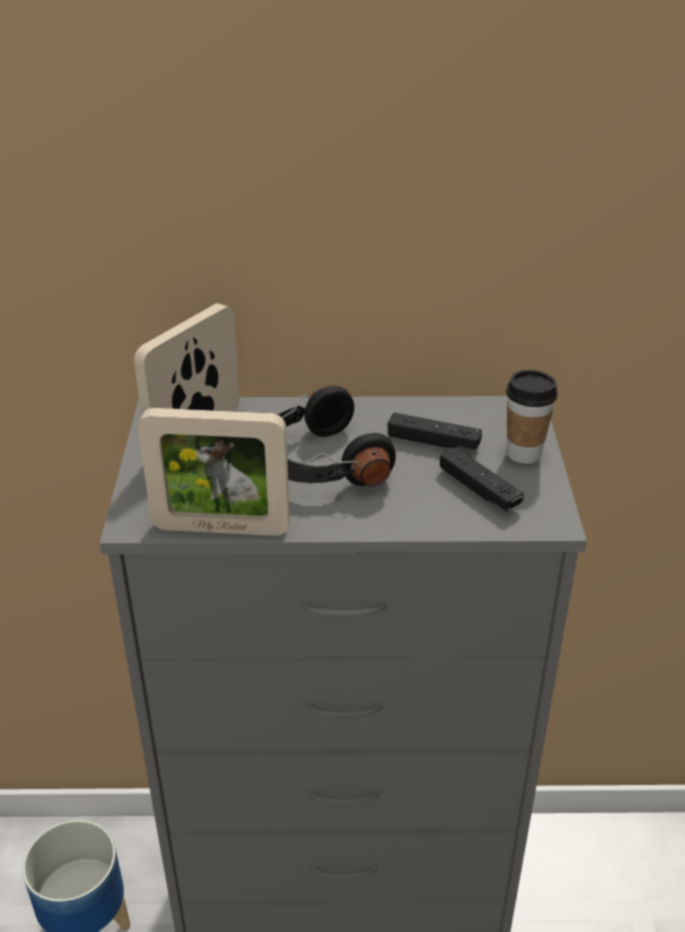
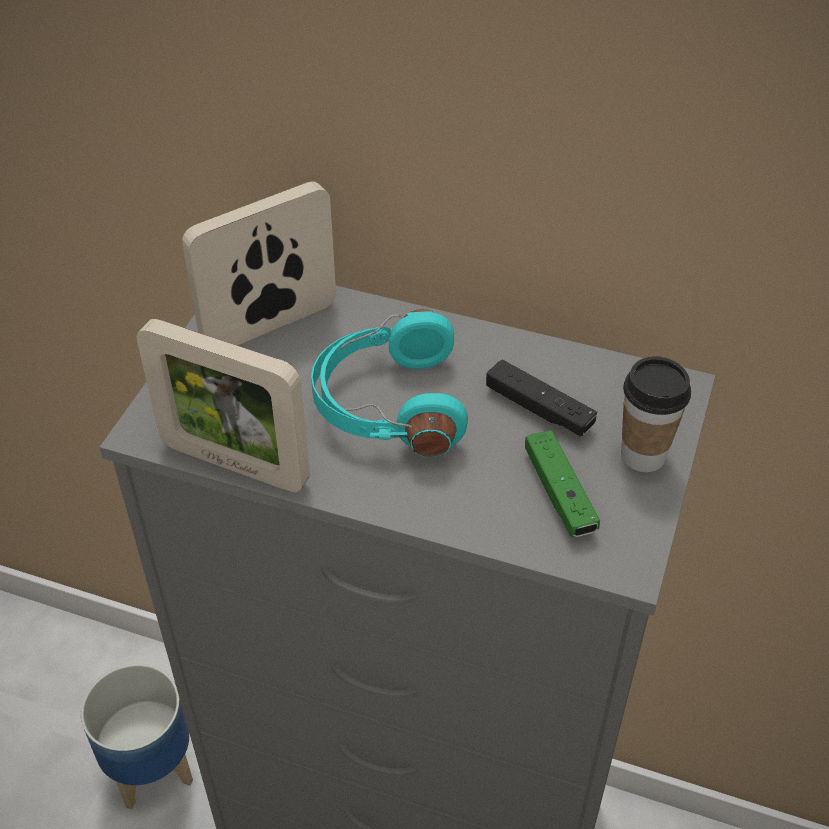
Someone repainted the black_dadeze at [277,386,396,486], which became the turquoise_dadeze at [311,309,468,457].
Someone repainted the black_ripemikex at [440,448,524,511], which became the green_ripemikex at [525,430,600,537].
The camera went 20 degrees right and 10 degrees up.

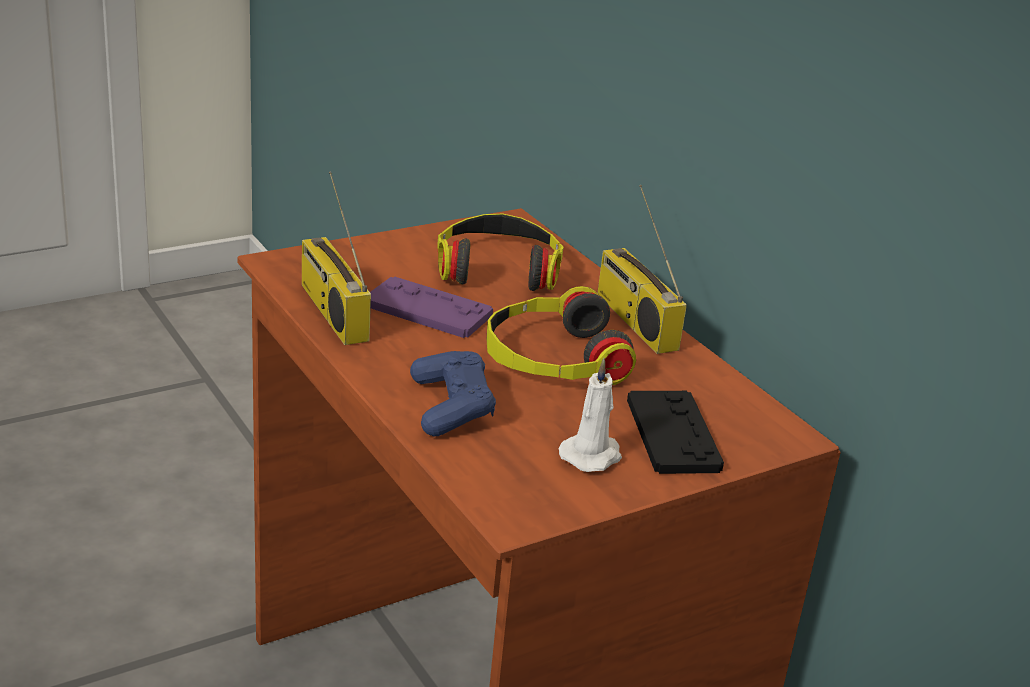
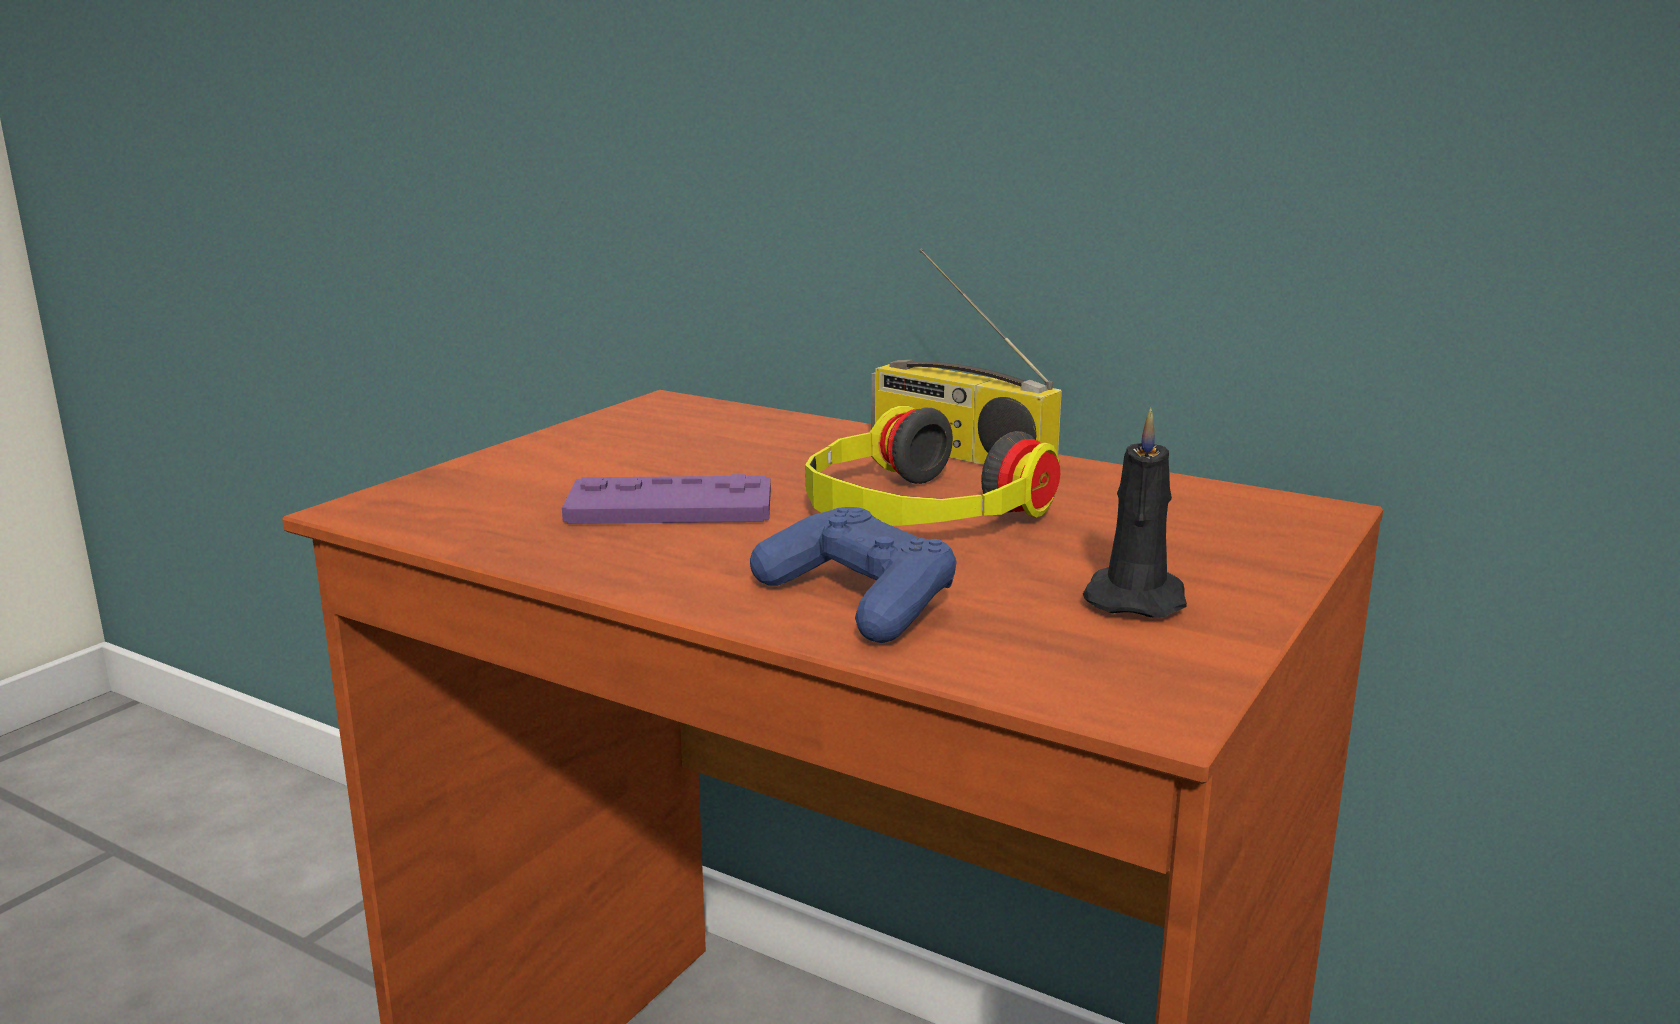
Someone took away the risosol at [302,172,371,345].
Someone took away the dadeze at [437,214,563,291].
Someone repainted the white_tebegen at [558,358,622,472], which became the black_tebegen at [1083,408,1187,618].
Someone took away the black_ripemikex at [627,391,724,474].
The camera went 25 degrees left and 10 degrees down.

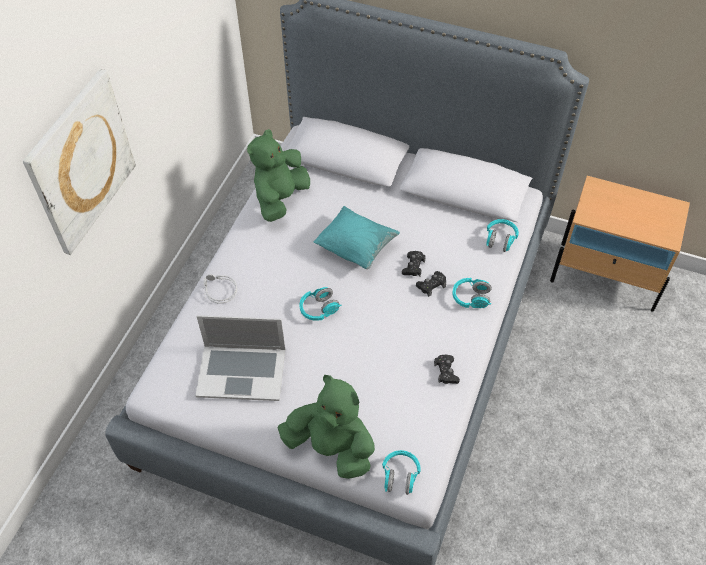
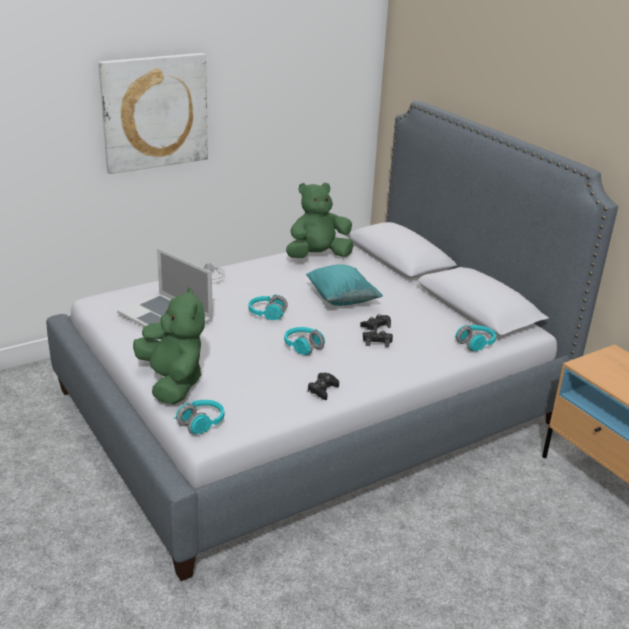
Someone carried the turquoise_dadeze from [452,278,492,308] to [284,327,325,355].
The camera went 35 degrees right and 25 degrees down.

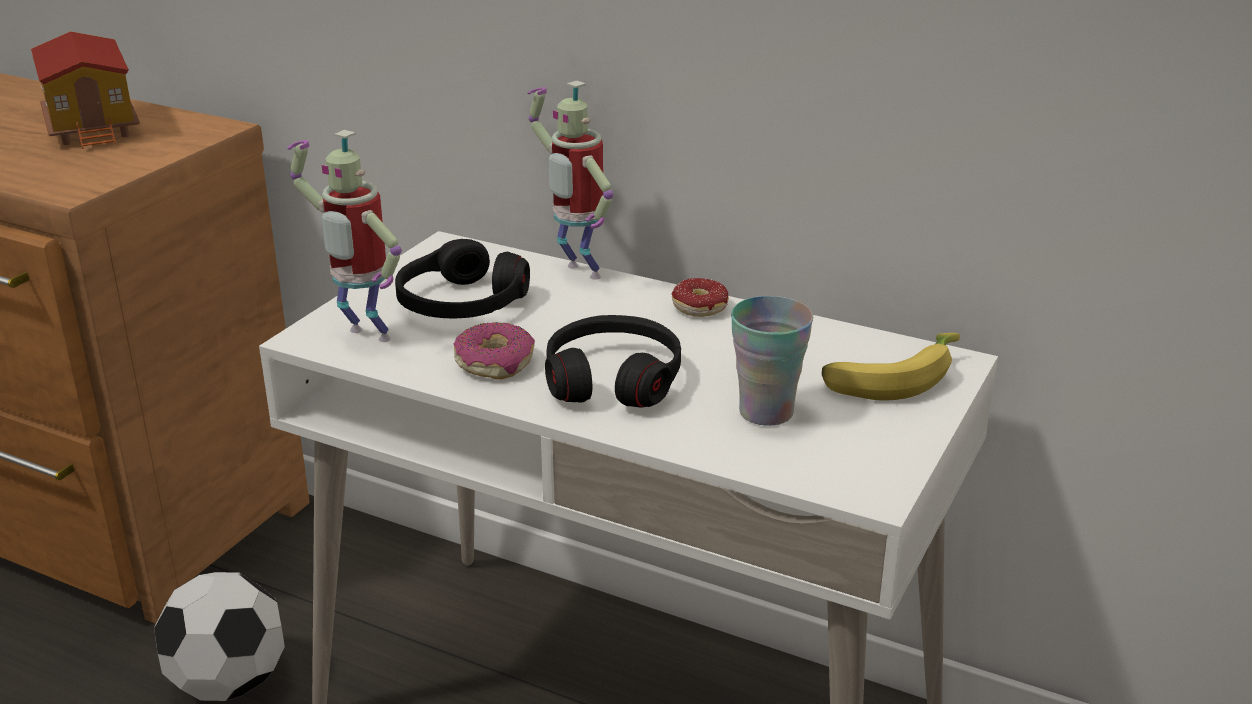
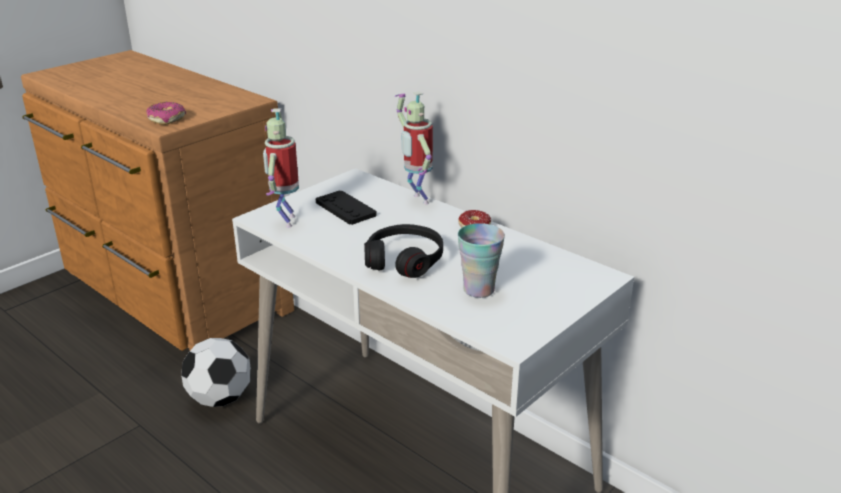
Someone took away the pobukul at [31,31,140,149].
Someone rotated the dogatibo at [287,130,402,342] by 45 degrees clockwise.
Someone swapped the black_dadeze at [395,239,530,319] for the black_ripemikex at [316,190,377,225].
Someone carried the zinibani from [454,322,535,379] to [146,102,186,125].
Someone took away the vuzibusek at [822,333,960,401].
The camera went 15 degrees right and 0 degrees up.

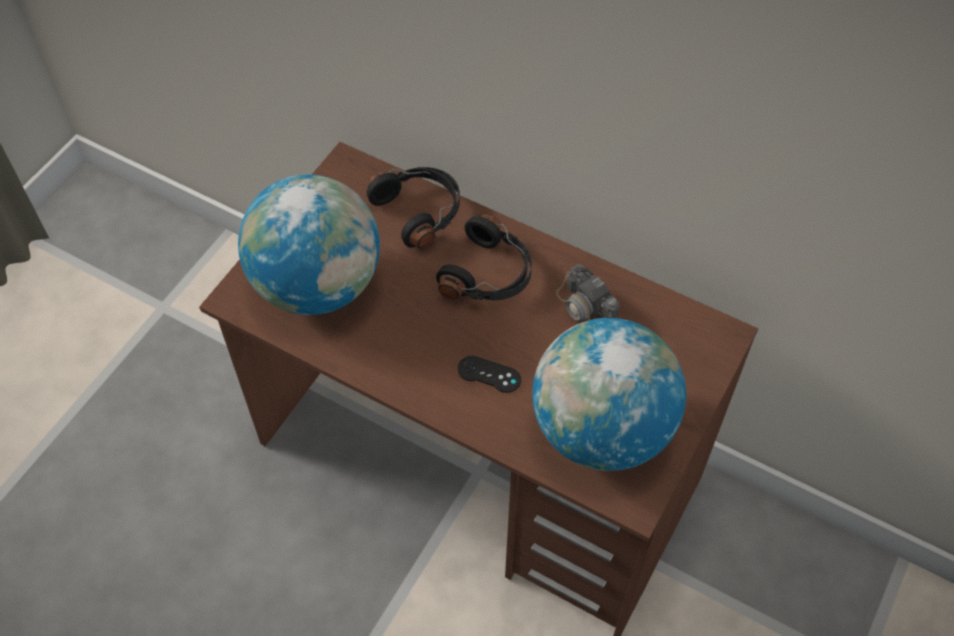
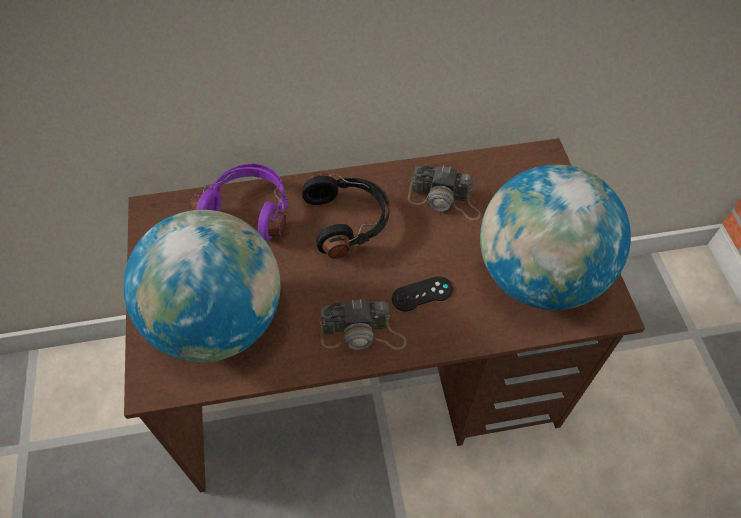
Someone repainted the black_dadeze at [367,167,460,249], which became the purple_dadeze at [190,164,288,241].
Someone put down the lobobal at [320,299,406,350].
The camera went 40 degrees left and 0 degrees up.

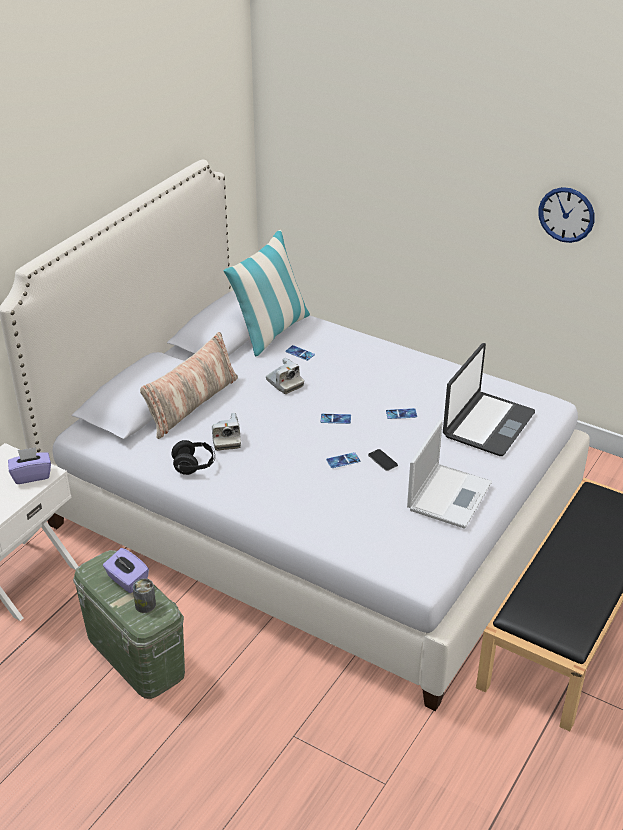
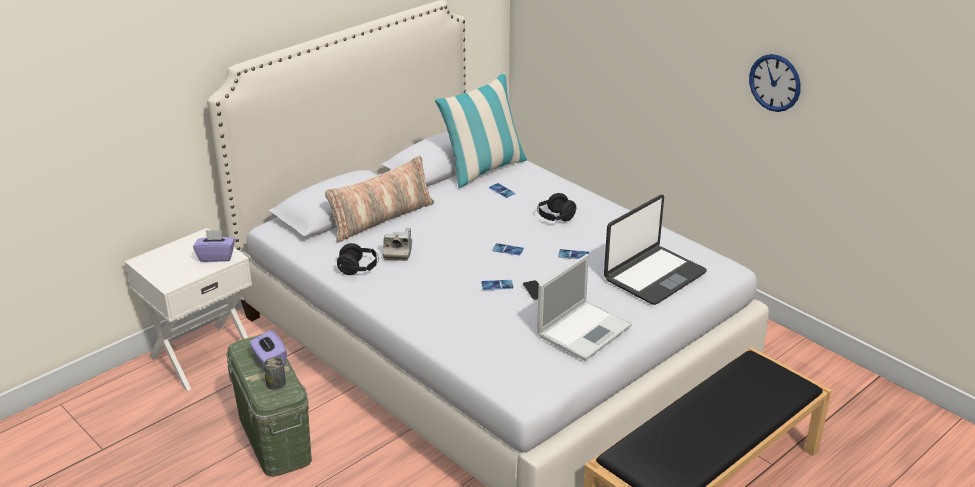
Someone took away the lobobal at [266,357,304,394].
Someone put down the black_dadeze at [537,193,576,221].
The camera went 15 degrees right and 5 degrees down.

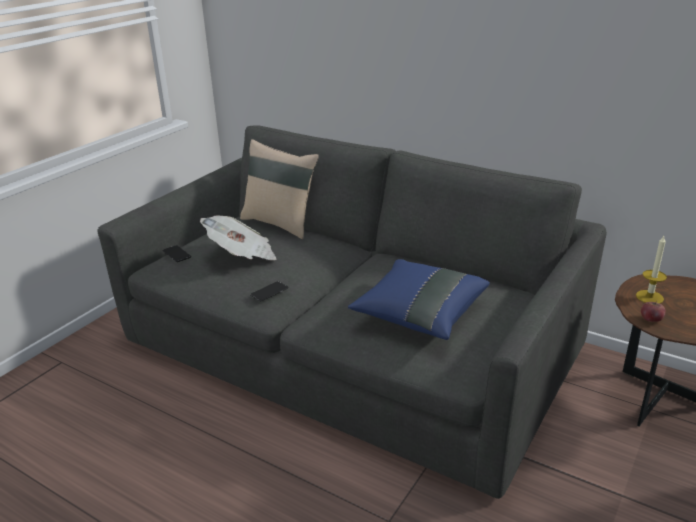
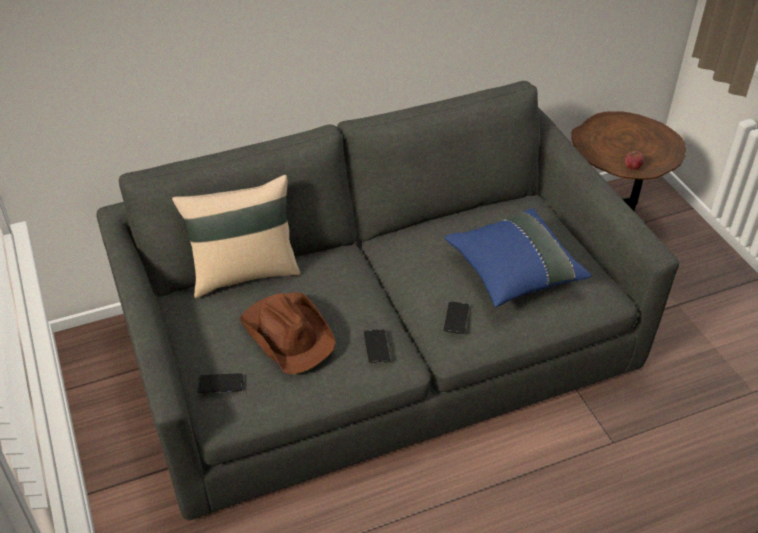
Someone swapped the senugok at [200,216,277,260] for the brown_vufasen at [239,292,336,374].
Someone took away the tebegen at [636,236,667,304].
Someone put down the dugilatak at [444,301,469,334].
The camera went 55 degrees left and 15 degrees up.

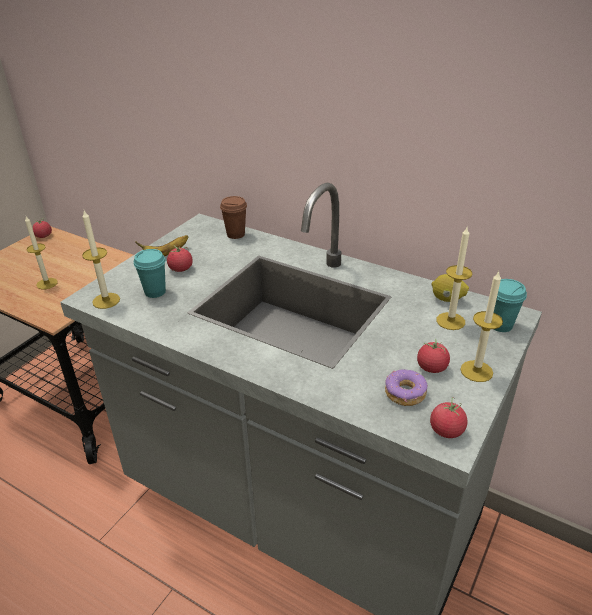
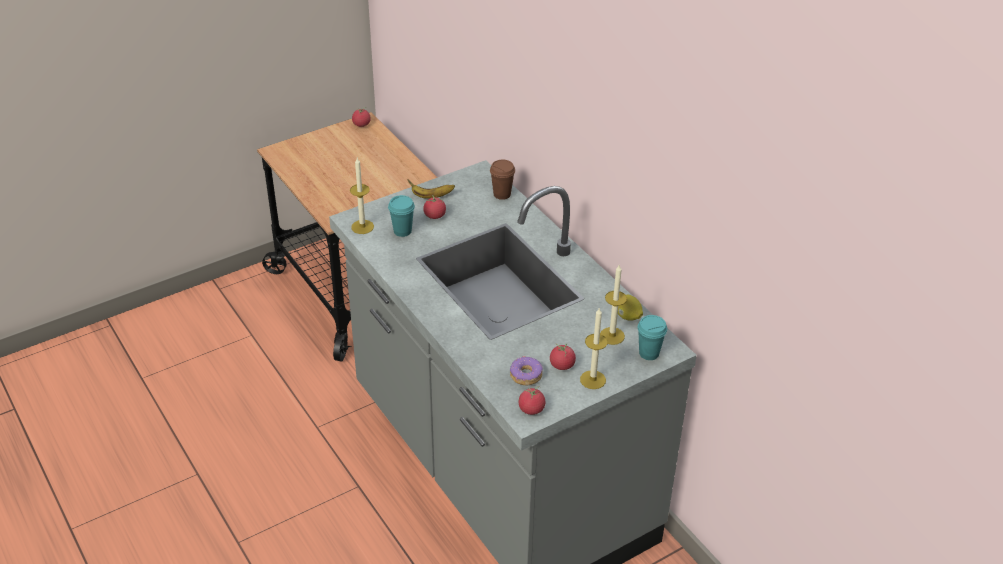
Someone took away the tebegen at [25,216,58,289].
The camera went 25 degrees right and 5 degrees up.

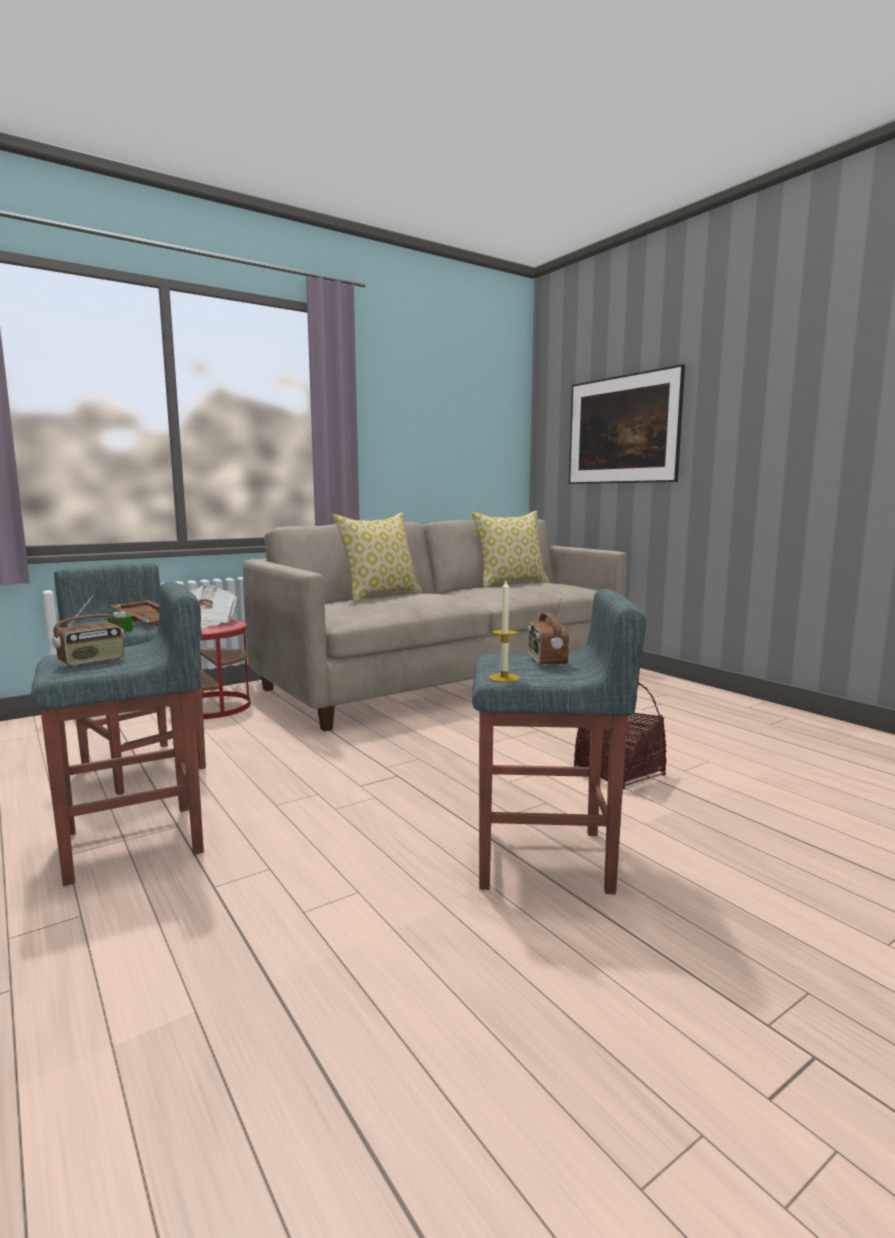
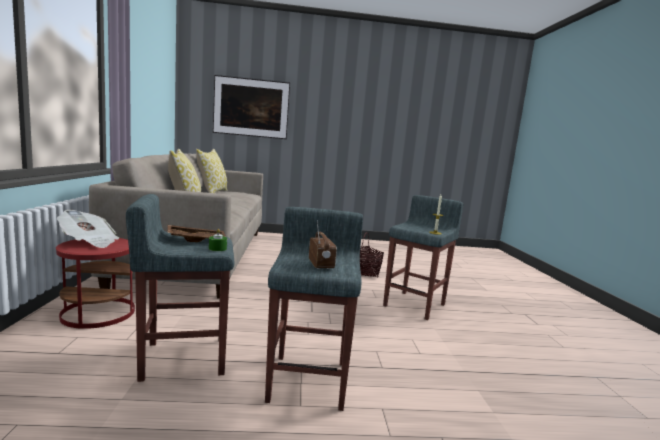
Someone took away the risosol at [528,597,569,666].
The camera went 60 degrees left and 0 degrees up.

